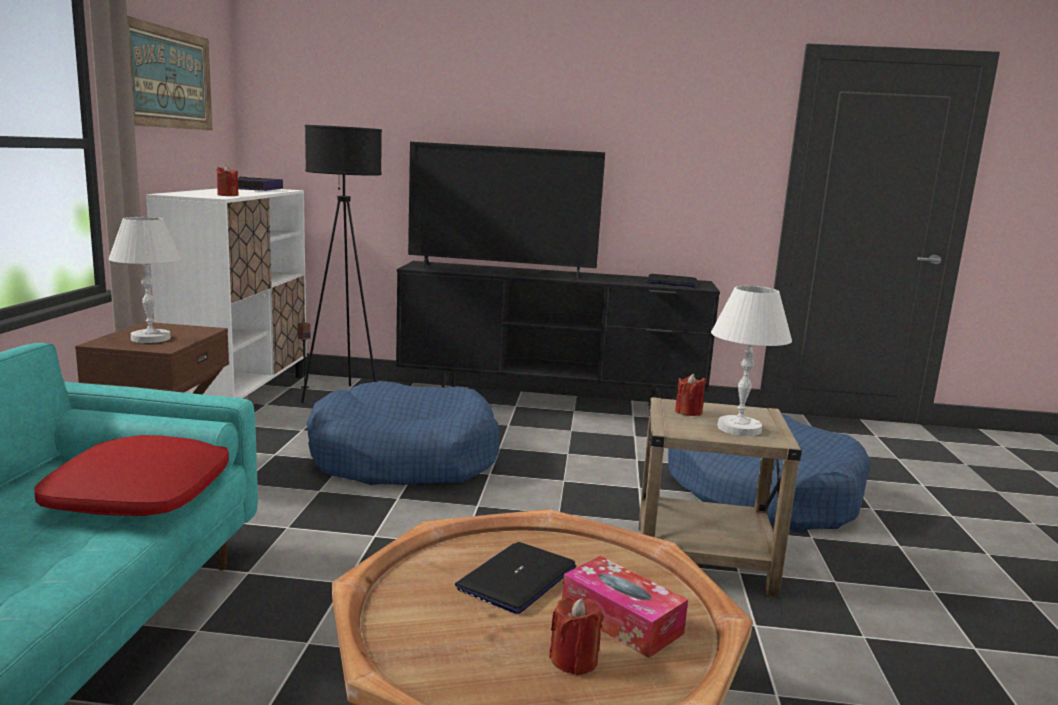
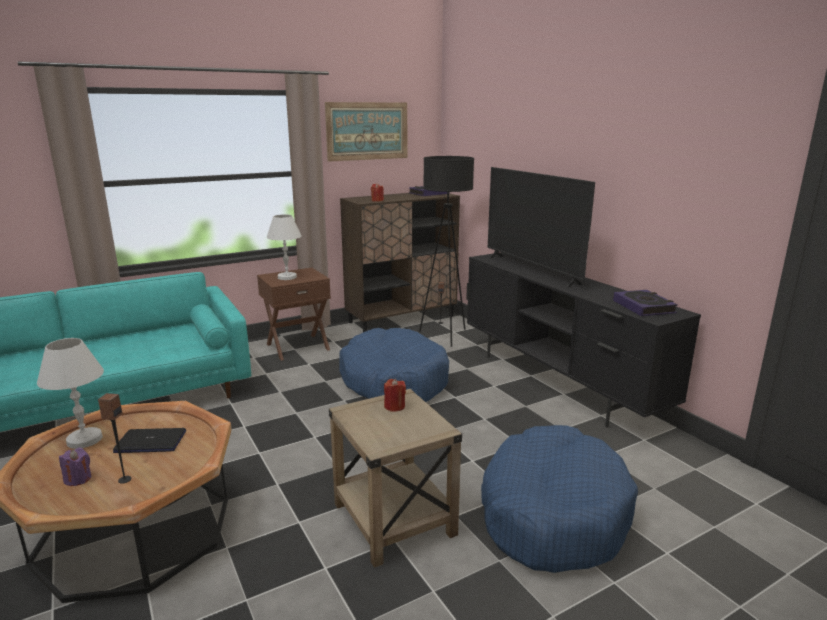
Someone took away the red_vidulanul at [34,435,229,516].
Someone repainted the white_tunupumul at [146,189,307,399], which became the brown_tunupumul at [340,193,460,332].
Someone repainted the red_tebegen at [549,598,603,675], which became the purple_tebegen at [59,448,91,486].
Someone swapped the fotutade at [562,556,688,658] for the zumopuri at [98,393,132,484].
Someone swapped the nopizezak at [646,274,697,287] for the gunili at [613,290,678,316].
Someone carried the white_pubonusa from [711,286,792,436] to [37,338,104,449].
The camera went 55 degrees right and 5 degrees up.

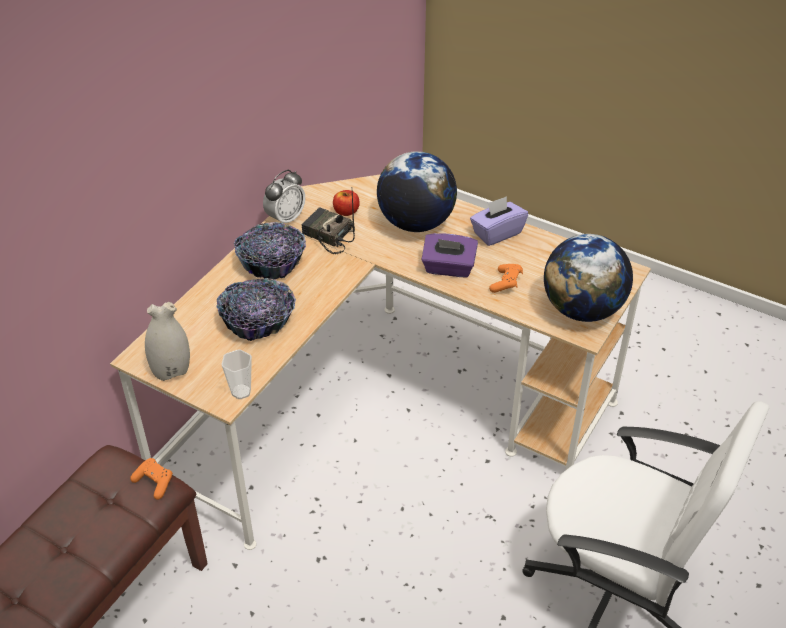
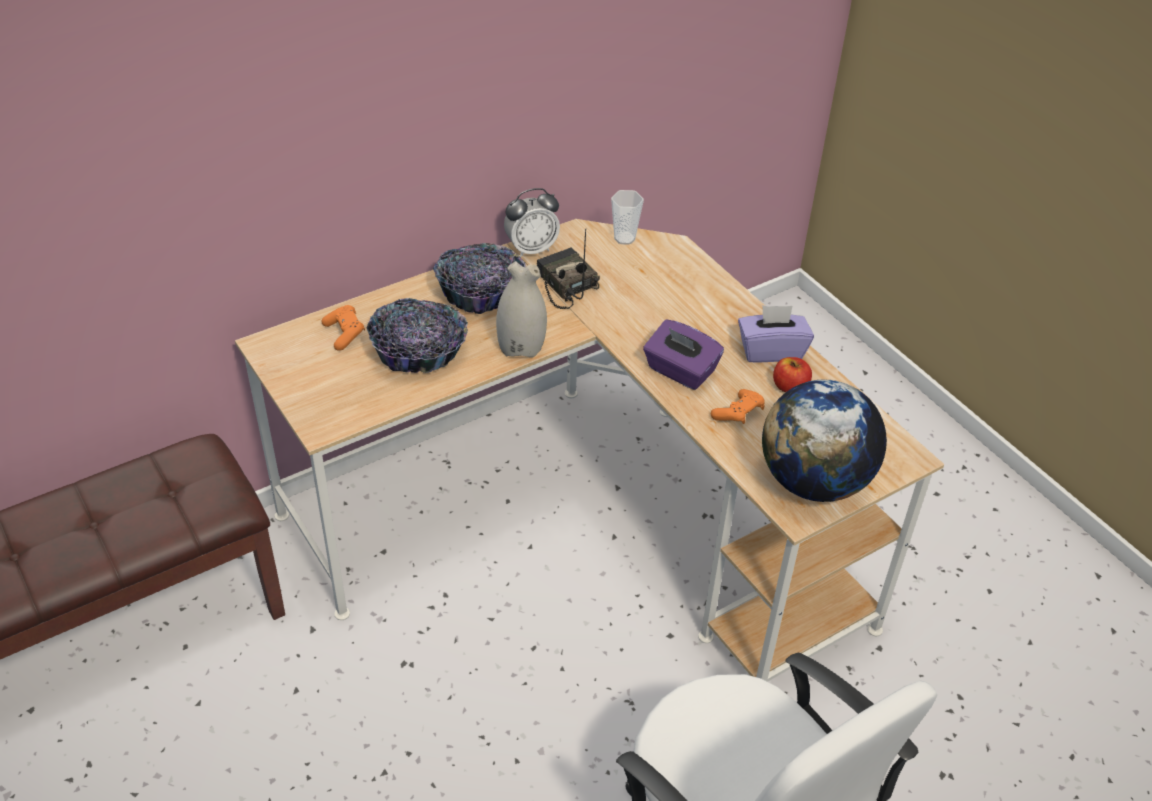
Someone carried the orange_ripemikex from [130,458,173,500] to [322,305,365,351].
Someone carried the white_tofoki from [145,302,190,381] to [496,261,547,357].
Someone carried the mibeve from [221,349,252,399] to [611,190,644,245].
Someone carried the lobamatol from [333,190,360,216] to [773,357,812,392].
Someone took away the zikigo at [377,151,457,232].
The camera went 25 degrees right and 0 degrees up.

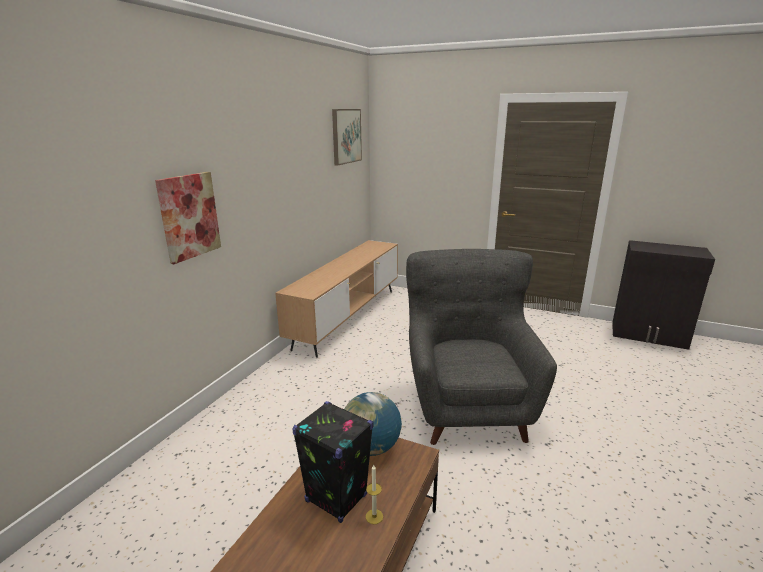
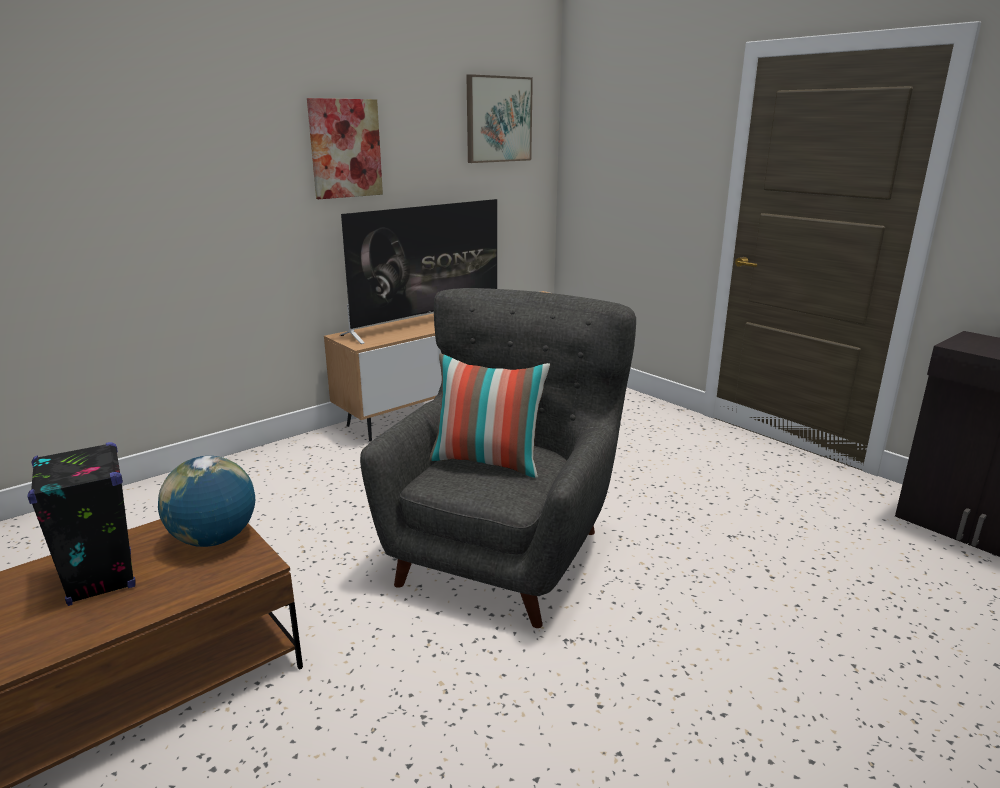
Someone carried the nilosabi from [155,172,221,264] to [307,98,383,199].
Someone took away the tebegen at [366,465,383,524].
Someone put down the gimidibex at [340,199,497,344].
Someone put down the vidulanul at [430,354,550,478].
The camera went 25 degrees right and 0 degrees up.

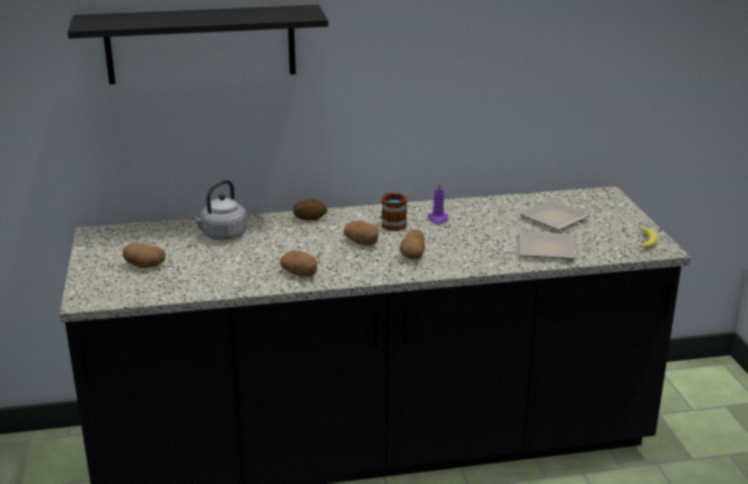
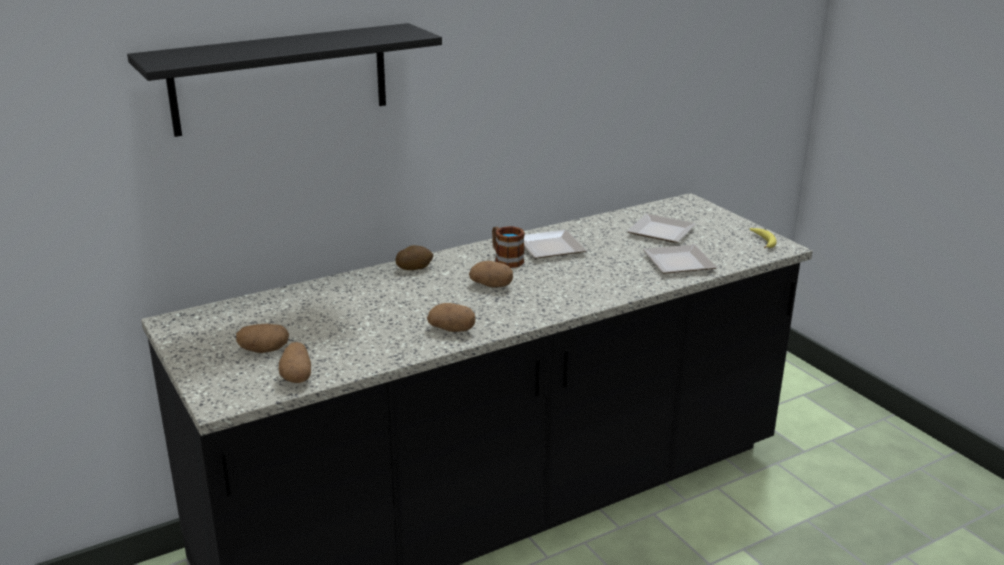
Someone took away the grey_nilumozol at [192,180,247,240].
Someone carried the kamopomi from [400,229,425,260] to [279,342,311,383].
Someone swapped the purple_tebegen at [428,181,448,225] for the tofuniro at [524,230,587,259].
The camera went 20 degrees left and 0 degrees up.

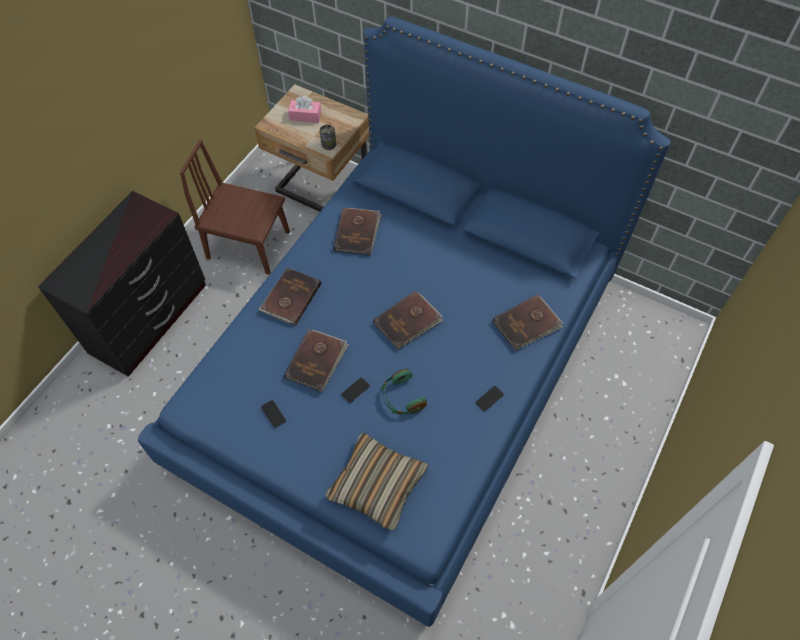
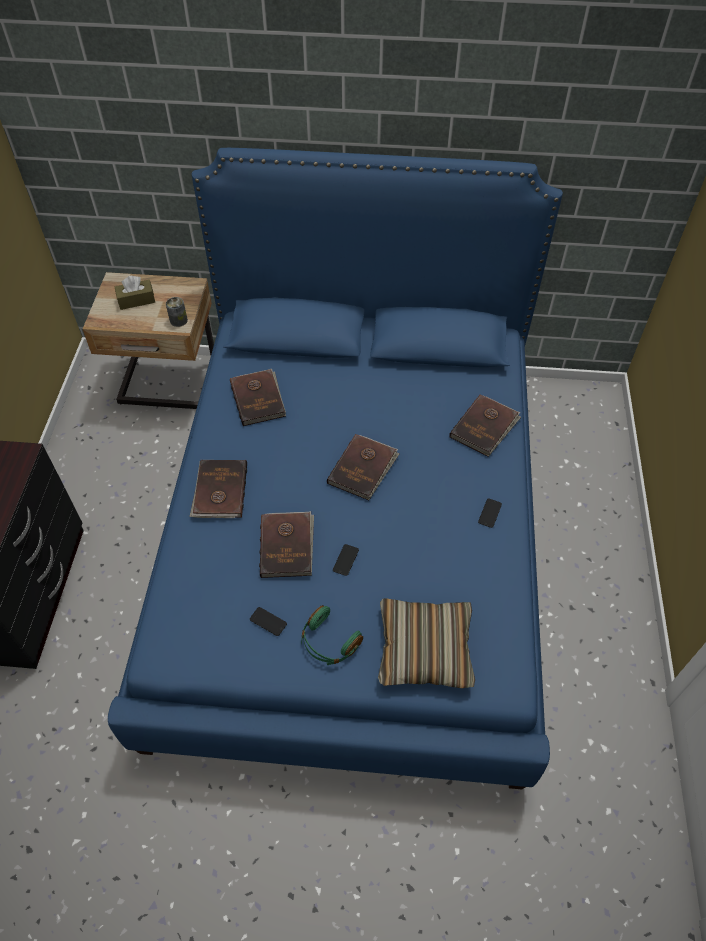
Someone took away the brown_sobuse at [180,139,290,275].
Someone repainted the pink_fotutade at [288,96,321,123], which became the brown_fotutade at [115,276,155,310].
Someone carried the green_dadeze from [381,369,427,415] to [301,605,363,665].
The camera went 25 degrees left and 5 degrees down.

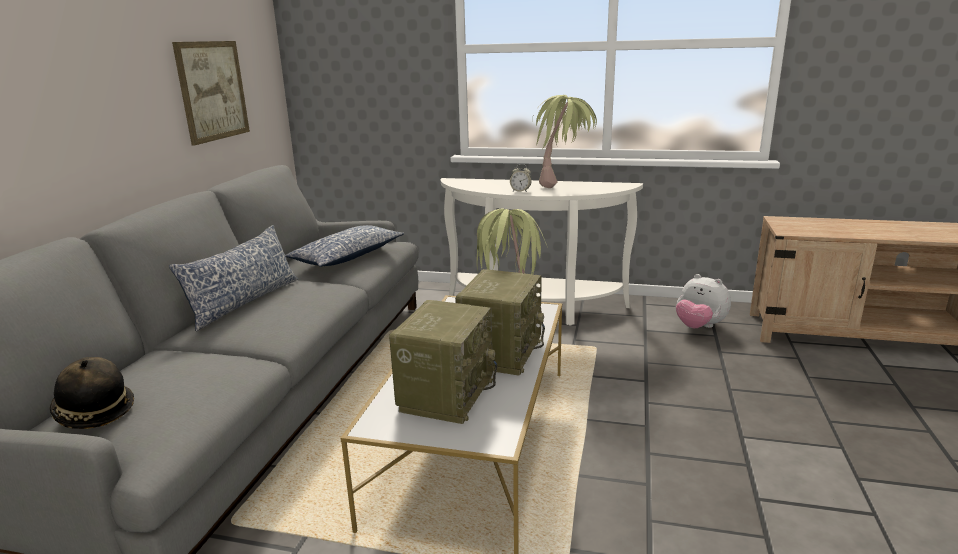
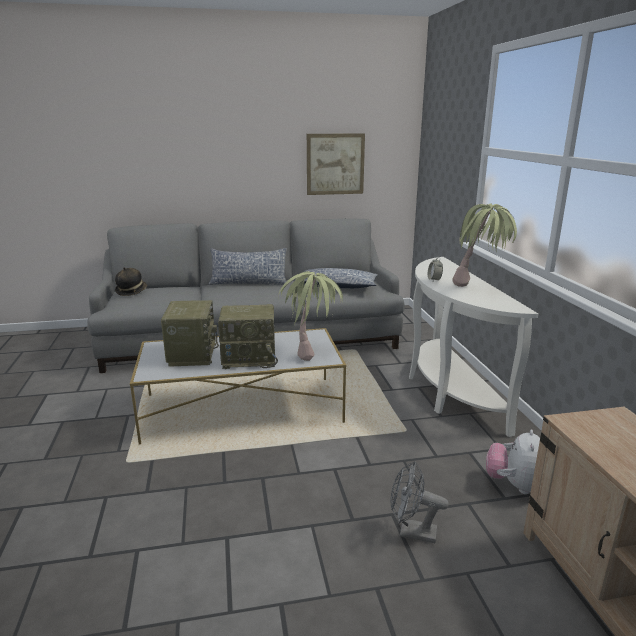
Someone rotated the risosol at [389,300,497,424] by 90 degrees counterclockwise.
Someone put down the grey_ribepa at [391,461,449,543].
The camera went 65 degrees right and 0 degrees up.

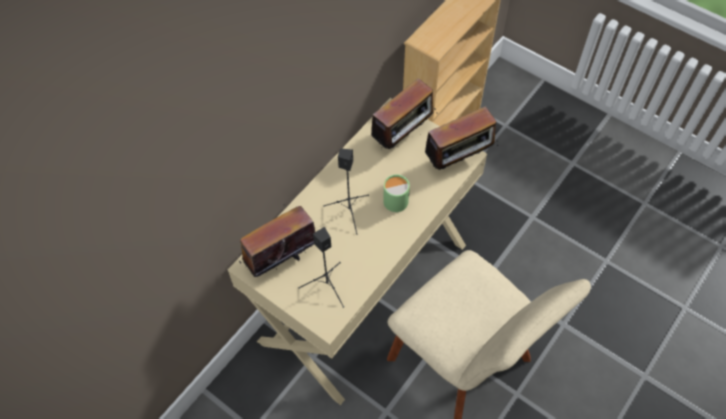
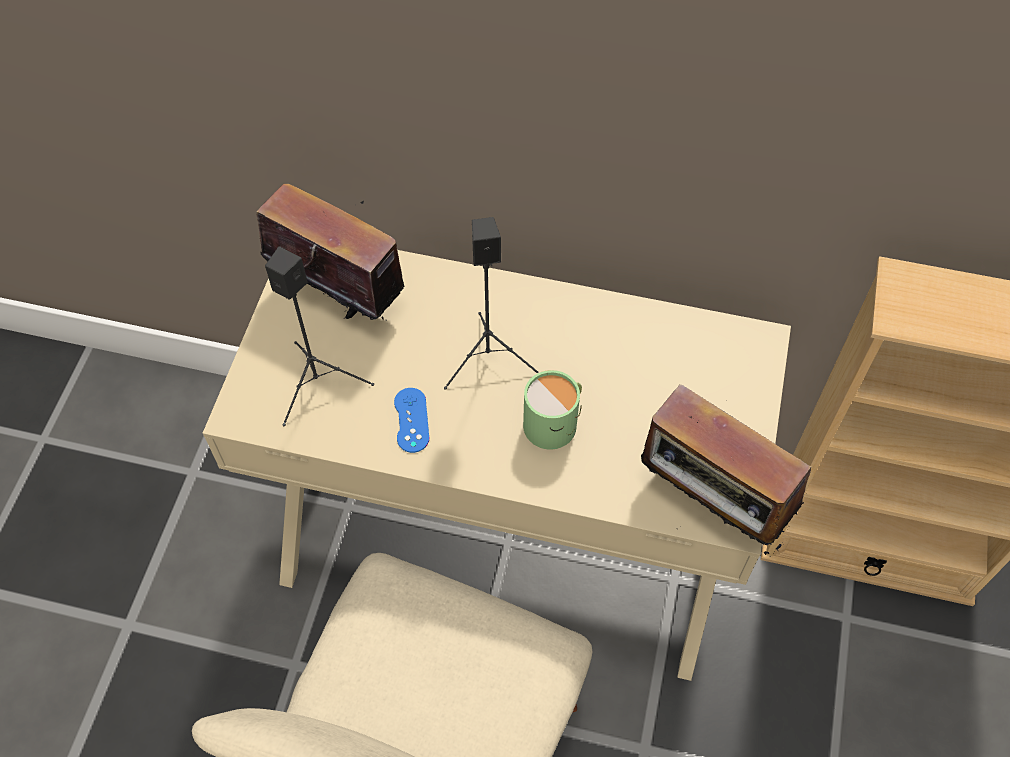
Someone took away the risosol at [371,78,438,150].
Someone put down the blue_ripemikex at [394,388,429,453].
The camera went 65 degrees right and 0 degrees up.

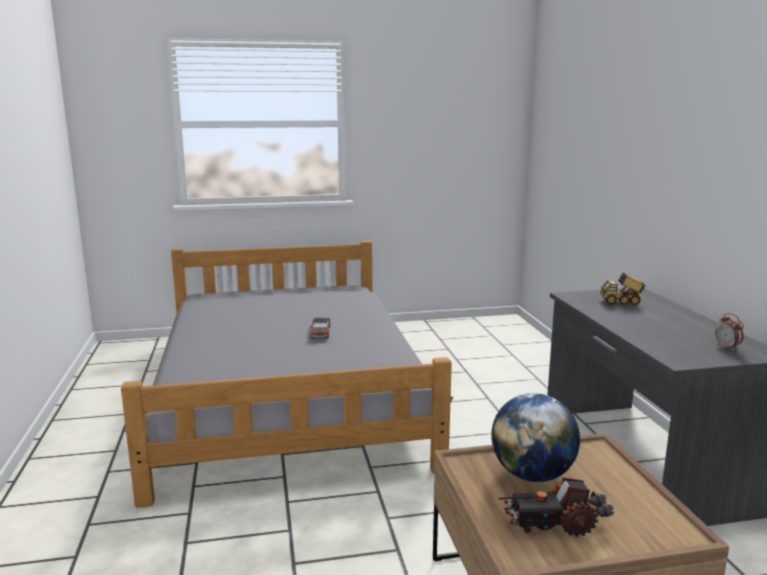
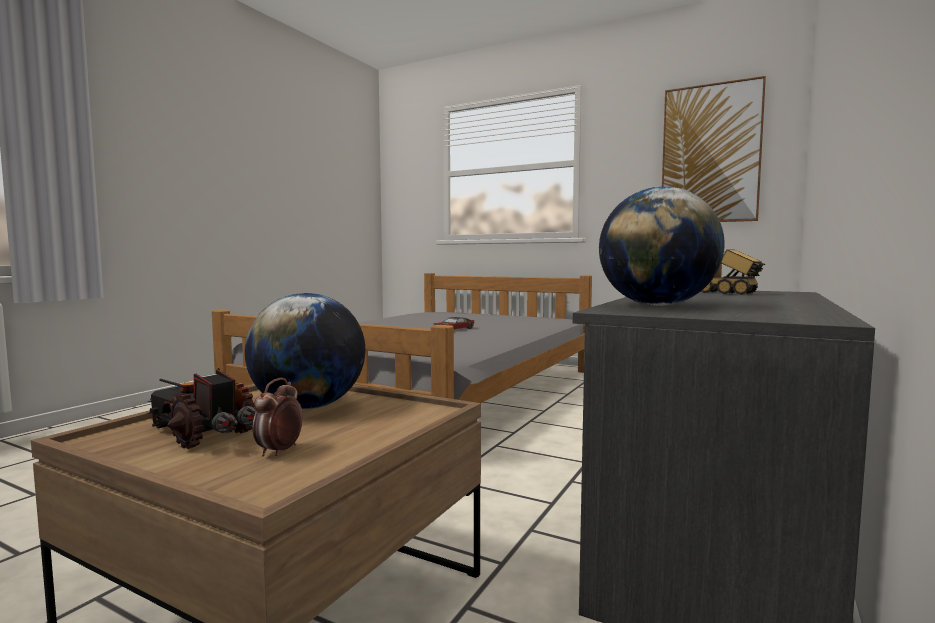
Someone carried the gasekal from [715,313,744,351] to [252,378,303,456].
Someone put down the zikigo at [599,187,725,306].
Someone put up the nilosabi at [662,76,766,222].
The camera went 40 degrees right and 10 degrees down.

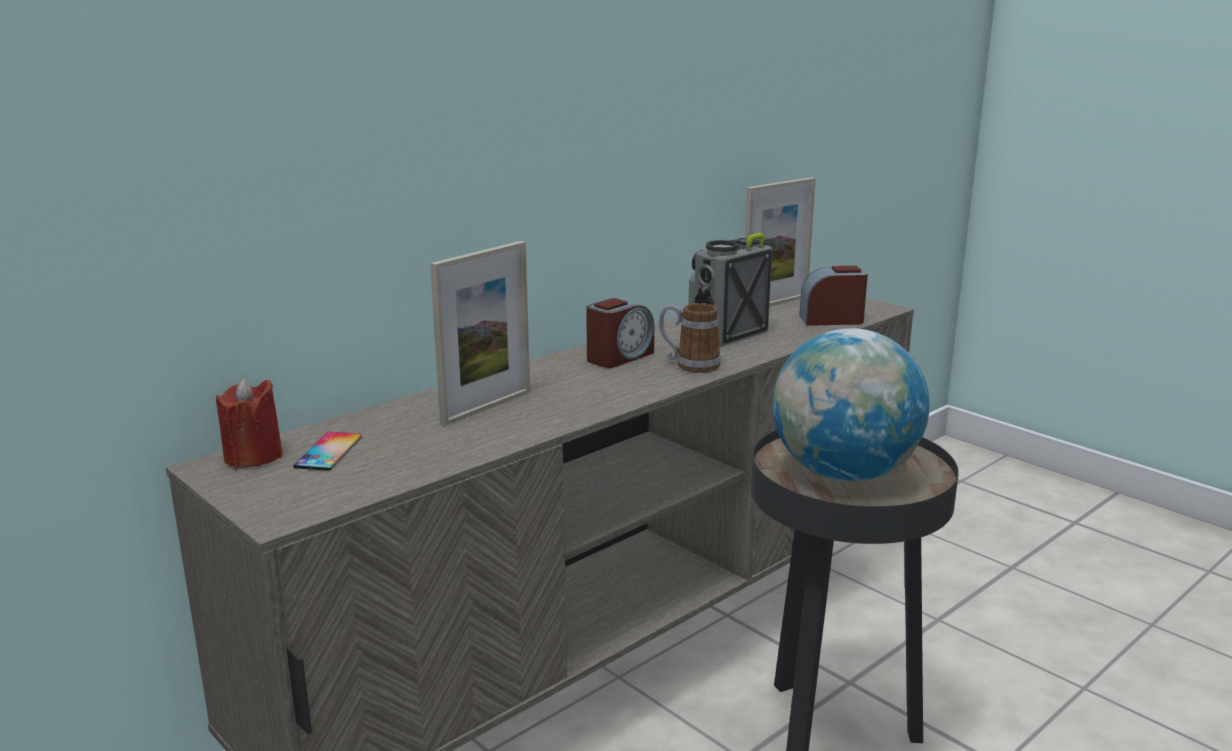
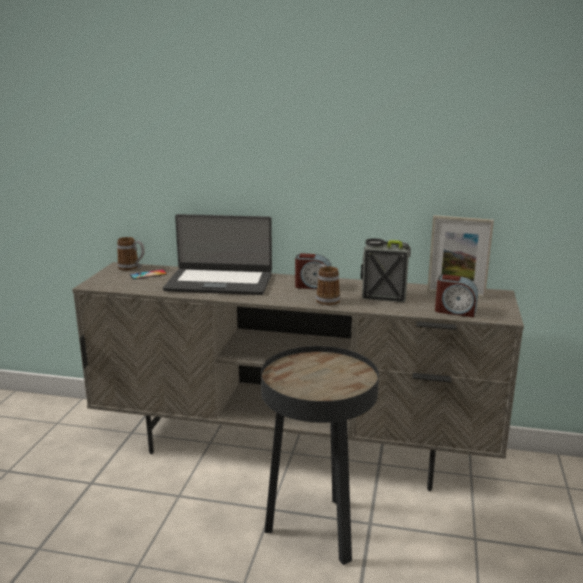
Someone swapped the red_tebegen at [216,378,283,468] for the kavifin at [117,237,144,271].
Someone swapped the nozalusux at [430,241,530,426] for the nopizezak at [163,214,272,295].
Someone took away the zikigo at [773,328,930,481].
Someone rotated the gasekal at [799,266,868,326] by 150 degrees clockwise.
The camera went 55 degrees right and 0 degrees up.

